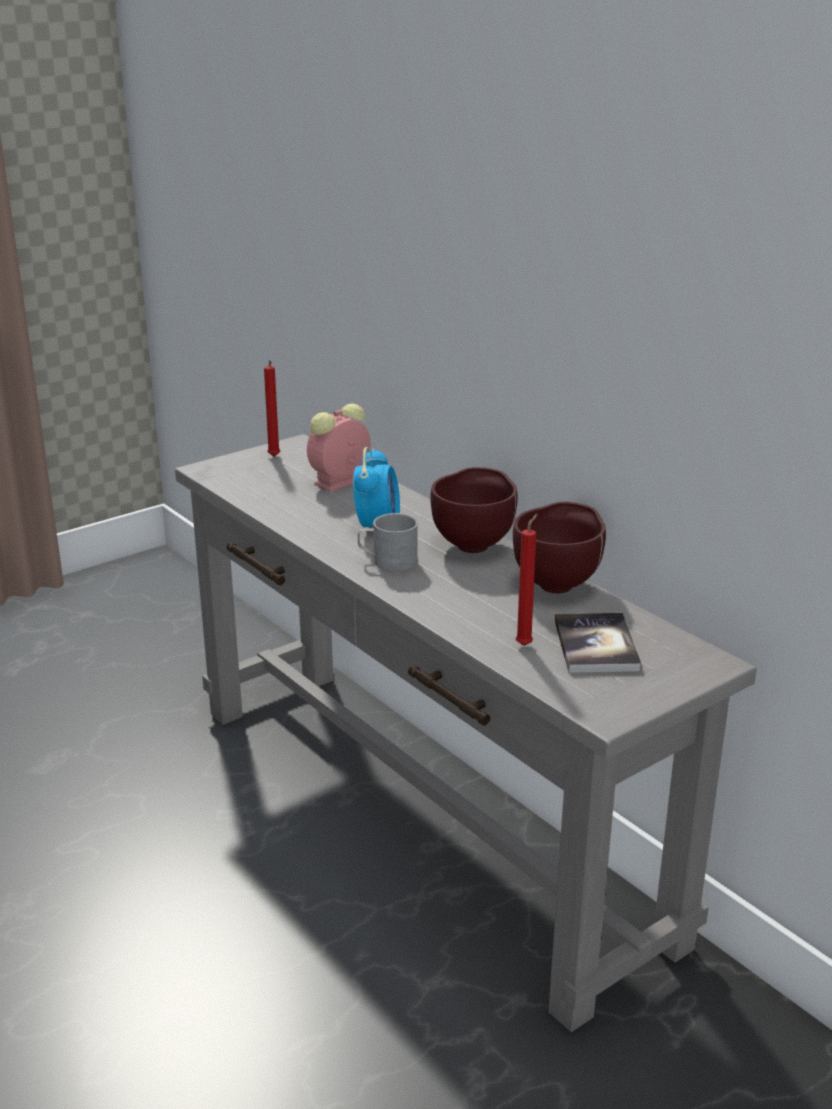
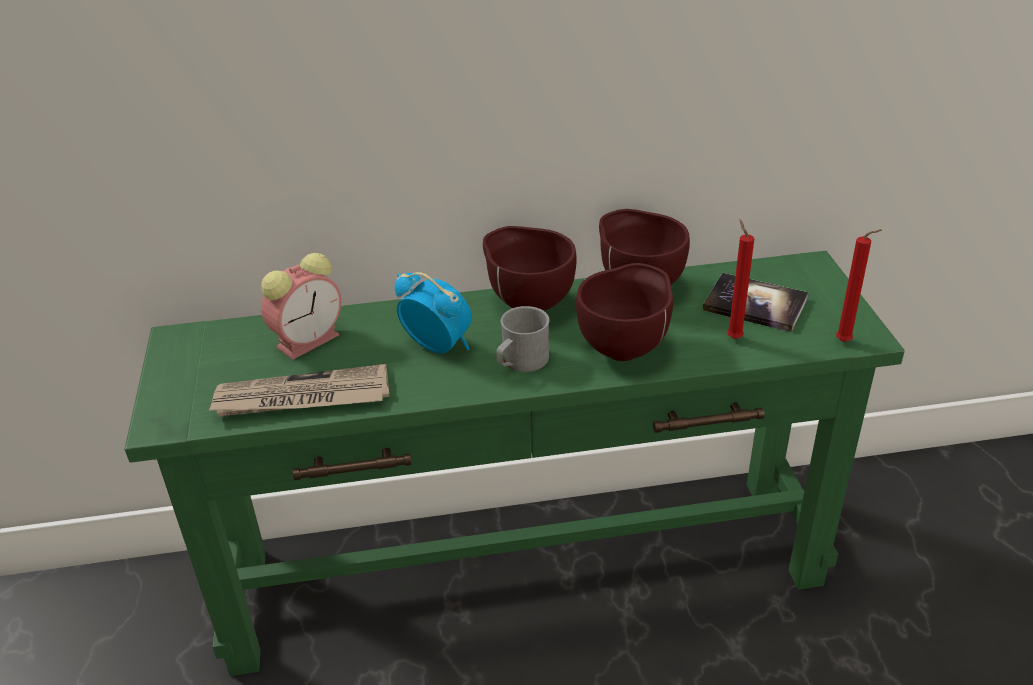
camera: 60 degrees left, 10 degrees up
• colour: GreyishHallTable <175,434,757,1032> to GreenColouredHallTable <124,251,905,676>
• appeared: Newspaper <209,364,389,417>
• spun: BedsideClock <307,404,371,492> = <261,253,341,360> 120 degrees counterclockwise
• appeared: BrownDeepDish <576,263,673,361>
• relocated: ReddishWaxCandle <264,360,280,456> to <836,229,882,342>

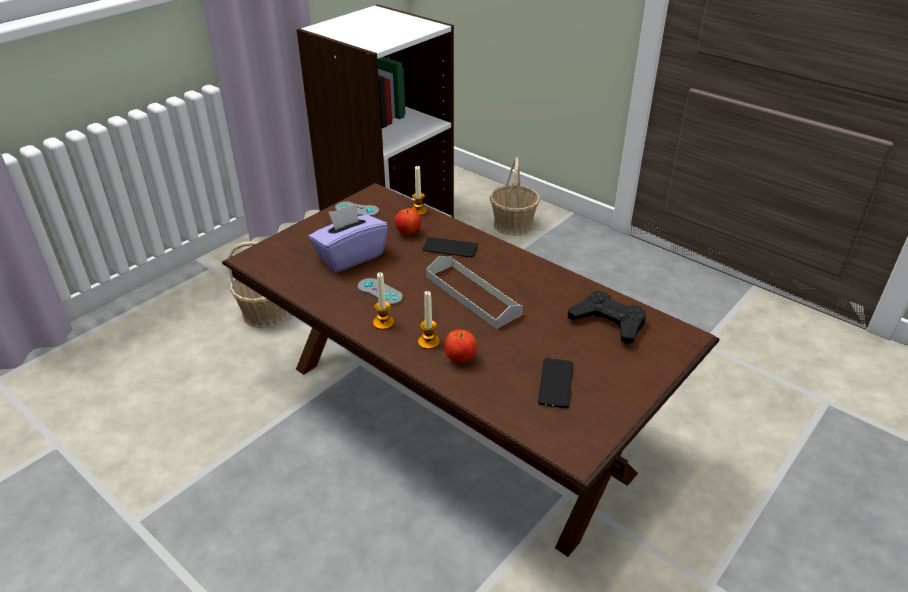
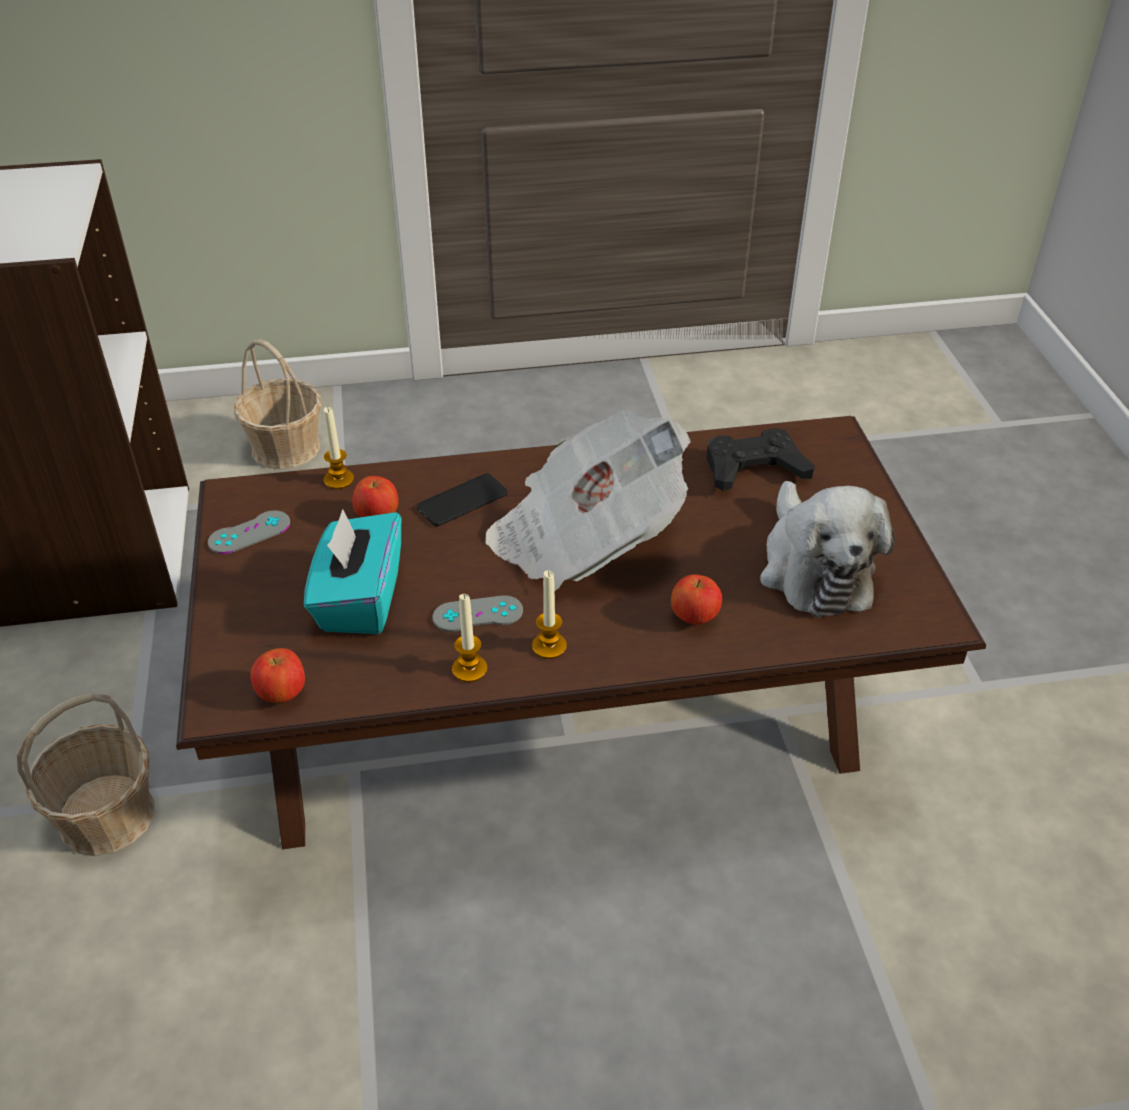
camera: 50 degrees left, 5 degrees up
• appeared: AppleFruit <251,648,305,703>
• colour: PurpleColouredBoxOfTissues <309,204,388,273> to BlueGreenBoxOfTissues <304,509,401,634>
• relocated: WaxCandle <418,291,440,349> to <452,594,487,682>
• exchanged: GreyishTray <426,256,523,329> to Newspaper <485,410,691,591>
• exchanged: Phone <538,358,573,408> to PlushToy <760,481,895,618>

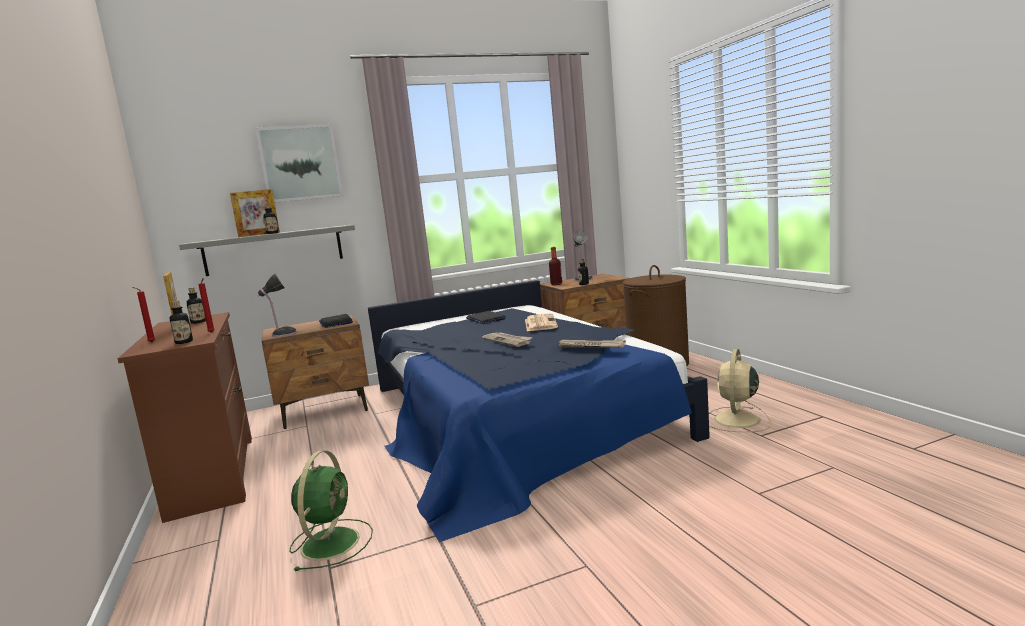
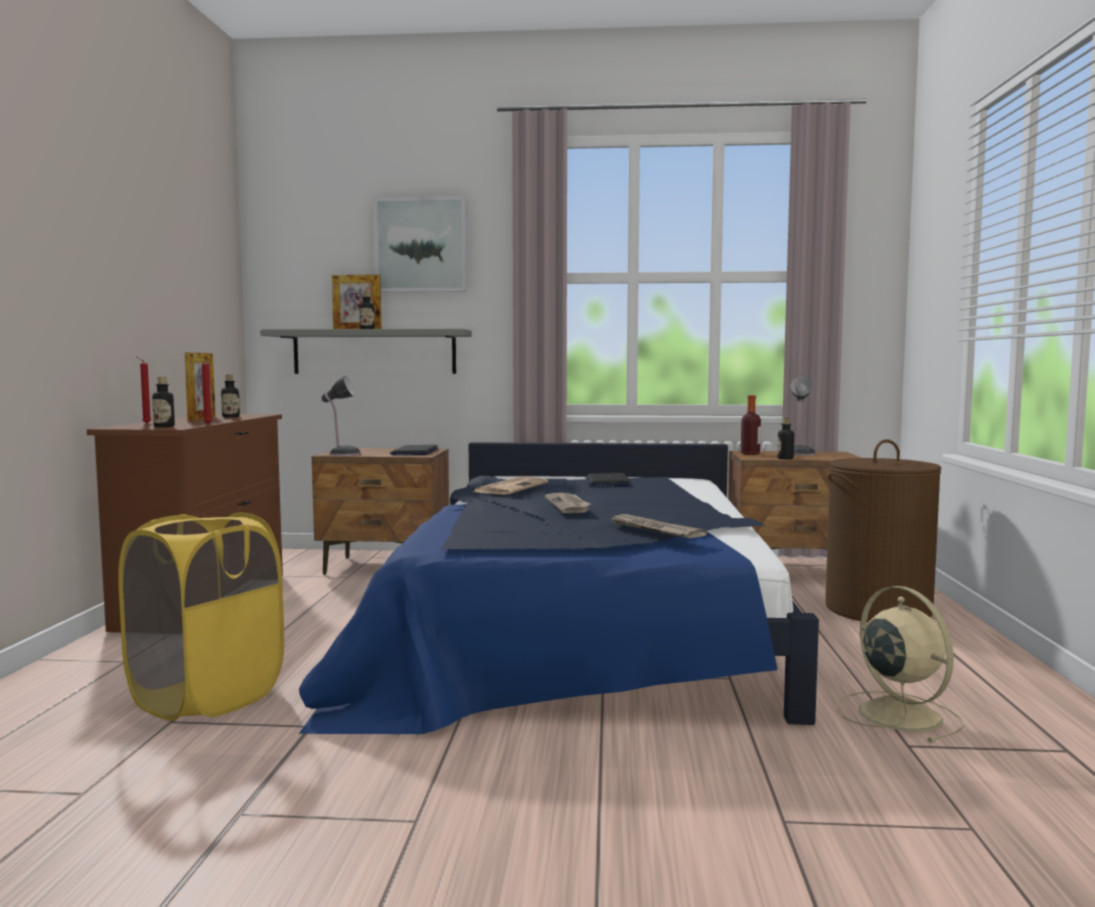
camera: 25 degrees right, 5 degrees down
• exchanged: GreenColouredFan <290,450,373,571> to YellowHamper <118,513,284,721>
• relocated: Newspaper <525,313,558,331> to <473,477,548,495>
• spun: BeigeColouredFan <709,349,771,432> = <835,586,964,743> 105 degrees clockwise

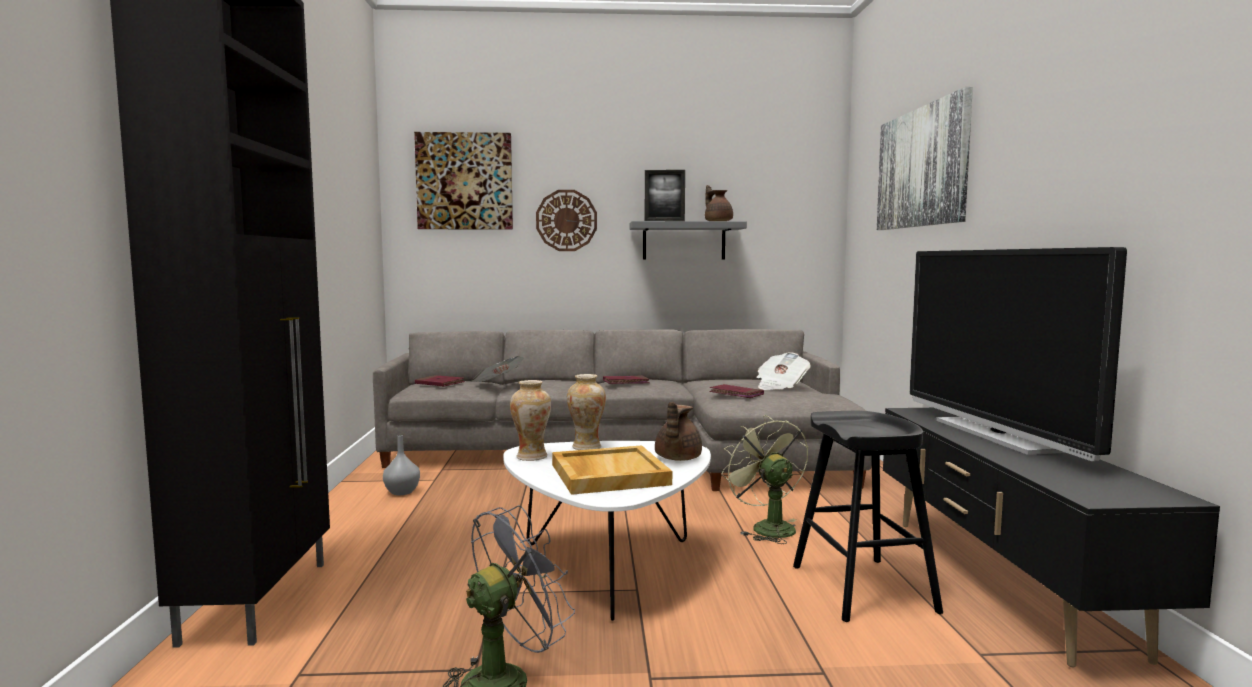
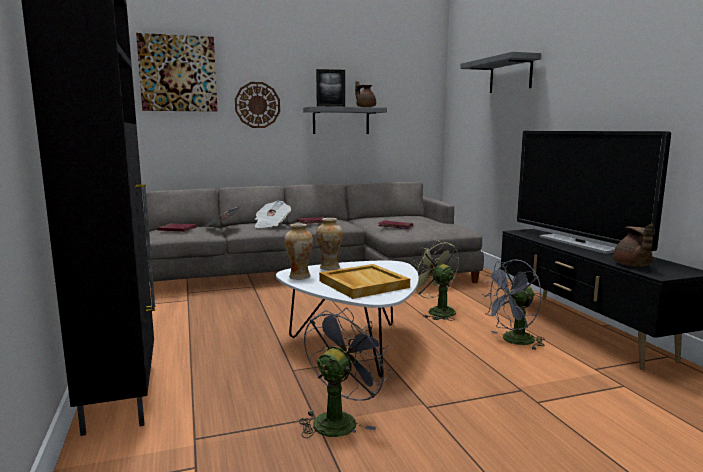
camera: 15 degrees left, 5 degrees up
• relocated: Newspaper <757,352,811,390> to <255,201,291,228>
• exchanged: Picture <877,87,973,230> to GreyishBracketShelf <460,52,541,93>
• exchanged: BlackSittingStool <793,411,943,622> to GreyishFan <481,259,545,350>
• relocated: BrownTeaPot <655,402,702,461> to <613,224,654,267>
• missing: GreyishDecorativeVase <383,435,420,495>

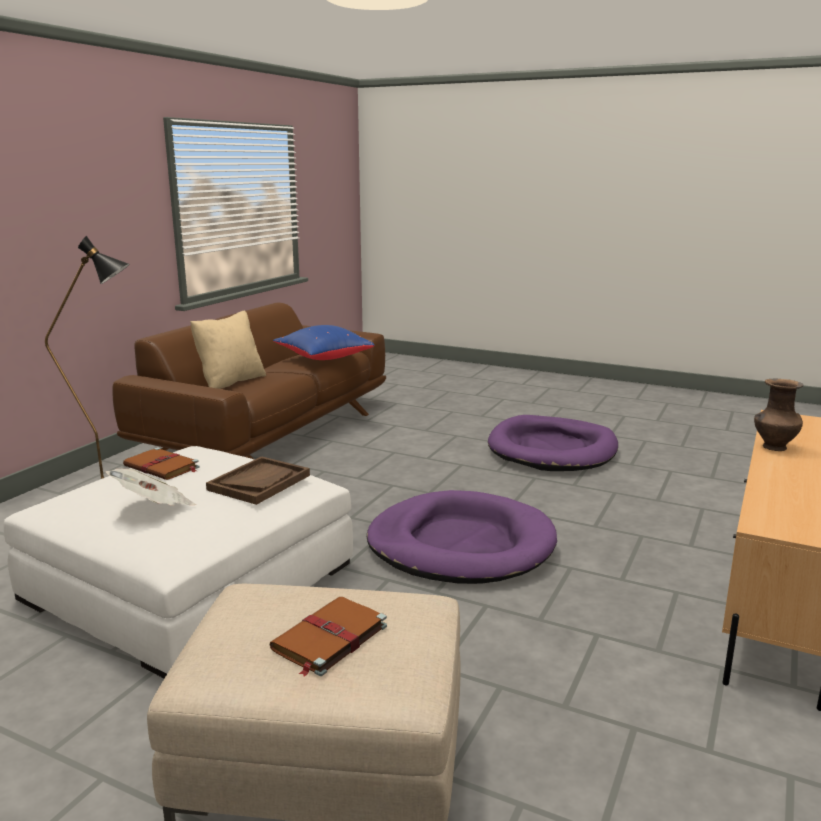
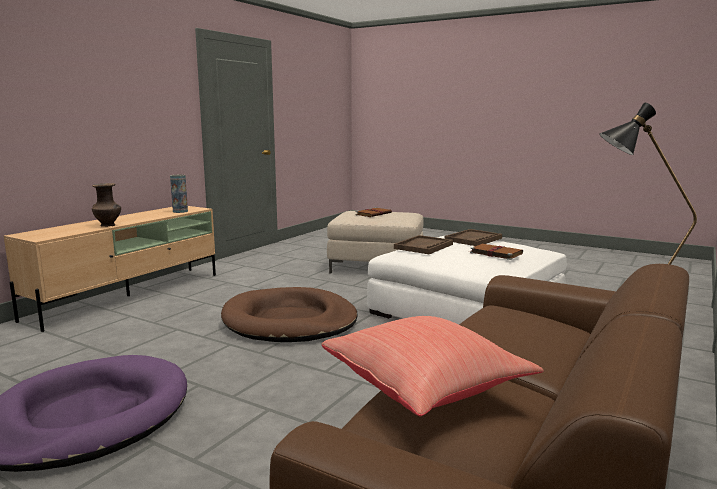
camera: 175 degrees left, 5 degrees down
• appeared: DecorativeVase <170,175,188,213>
• colour: PurpleColouredDogBed <367,490,557,584> to BrownDogBed <221,287,358,342>
• colour: BlueCushion <273,325,375,360> to ReddishCushion <322,316,544,417>
• exchanged: Newspaper <105,469,196,506> to BrownTray <444,229,502,246>
• missing: BeigeColouredCushion <190,311,266,389>

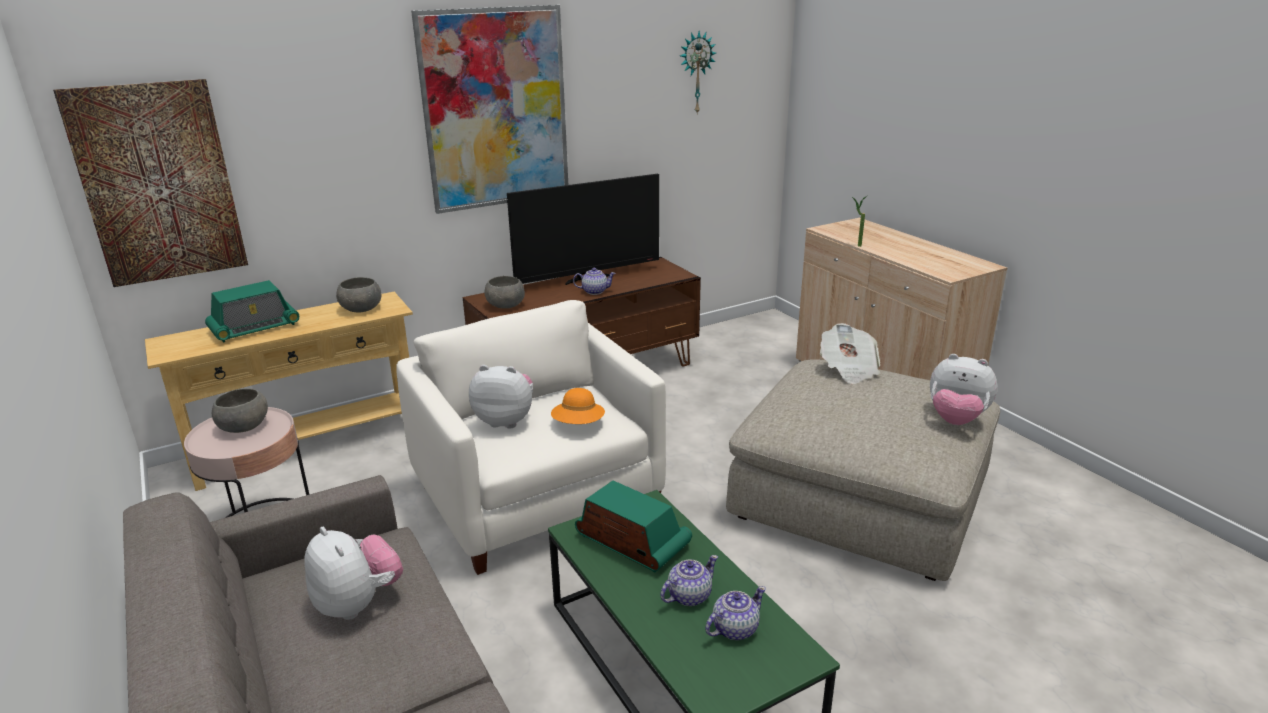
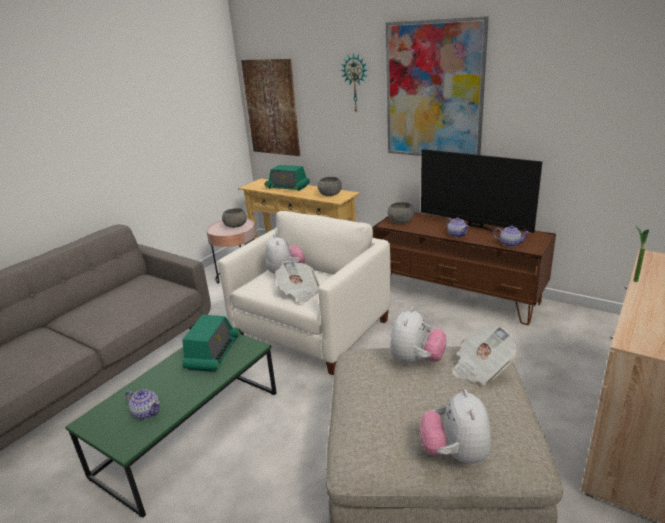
camera: 65 degrees right, 0 degrees up
• exchanged: OrangeWearableHat <551,388,605,424> to Newspaper <275,261,319,303>
• relocated: WallClock <680,31,716,113> to <341,53,367,111>
• relocated: PlushToy <304,527,403,620> to <390,307,447,366>
• relocated: TeaPot <660,555,718,606> to <494,226,530,247>

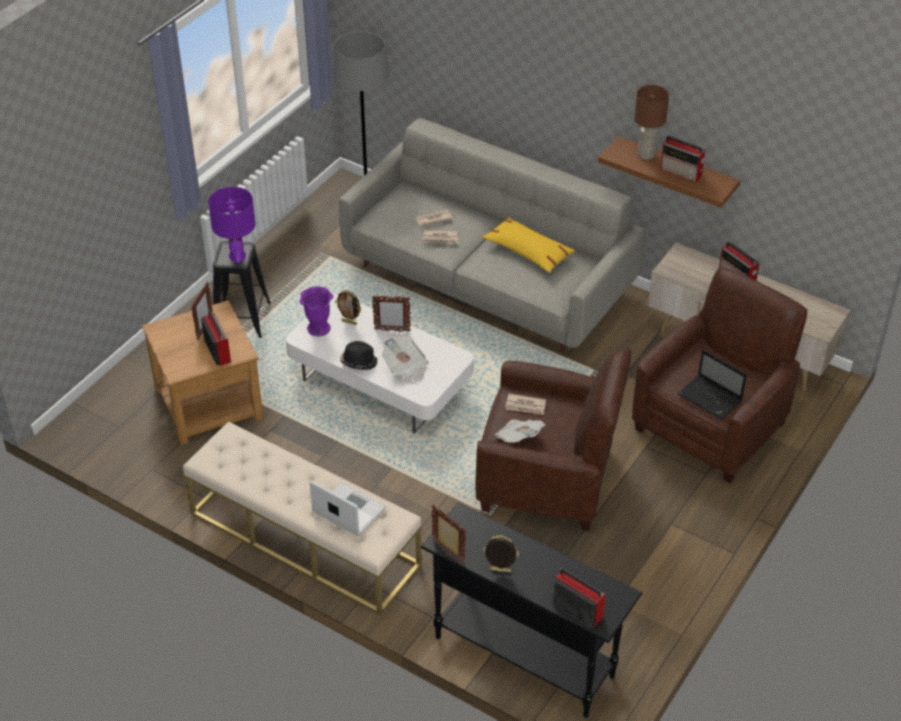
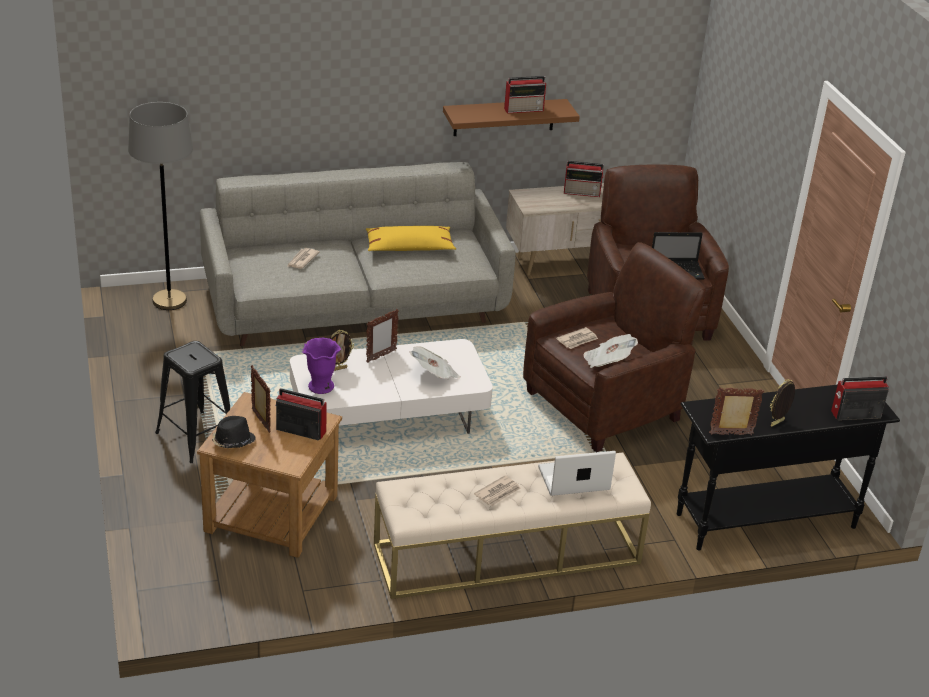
camera: 50 degrees left, 10 degrees down
• relocated: BlackWearableHat <340,341,378,370> to <212,416,256,448>
• relocated: Newspaper <423,230,458,244> to <474,476,521,506>
• missing: PurpleColouredLampForATable <208,187,256,263>
• missing: BrownLampForATable <634,85,669,159>

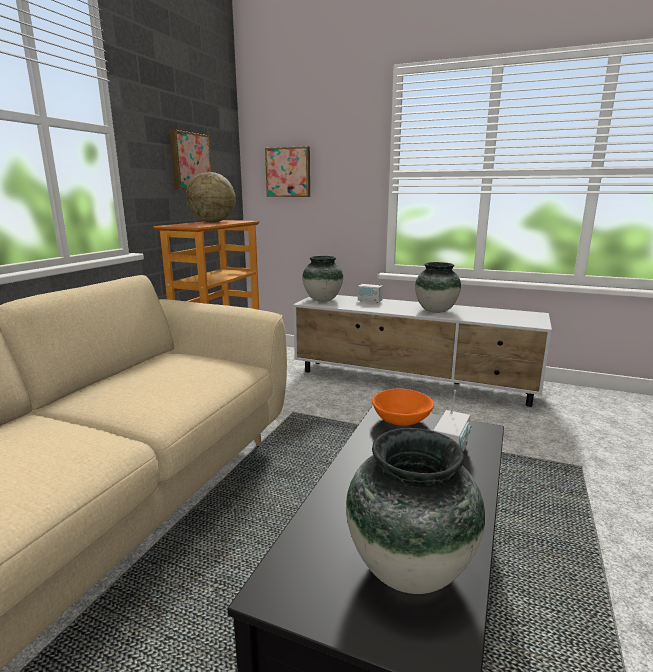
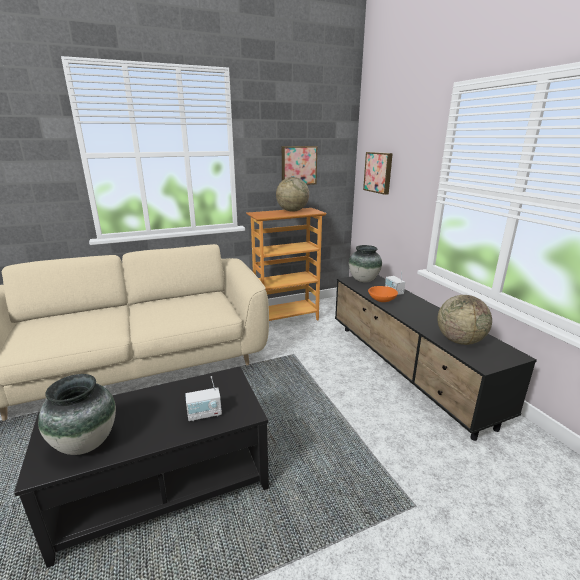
camera: 45 degrees right, 5 degrees up
• colour: WhiteColouredTvUnit <293,295,552,407> to BlackTvUnit <335,275,537,441>
• relocated: OrangeDeepDish <372,389,434,426> to <368,286,398,302>
• appeared: Globe <437,295,492,345>
• missing: DecorativeVase <415,262,461,313>

